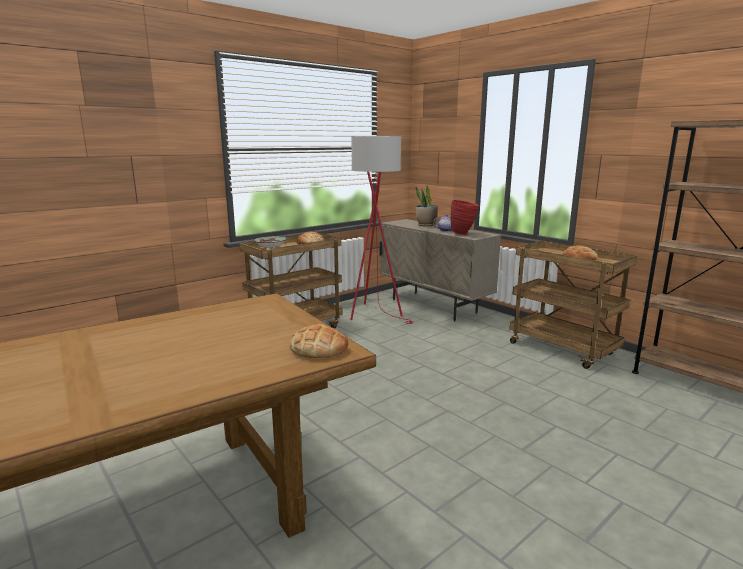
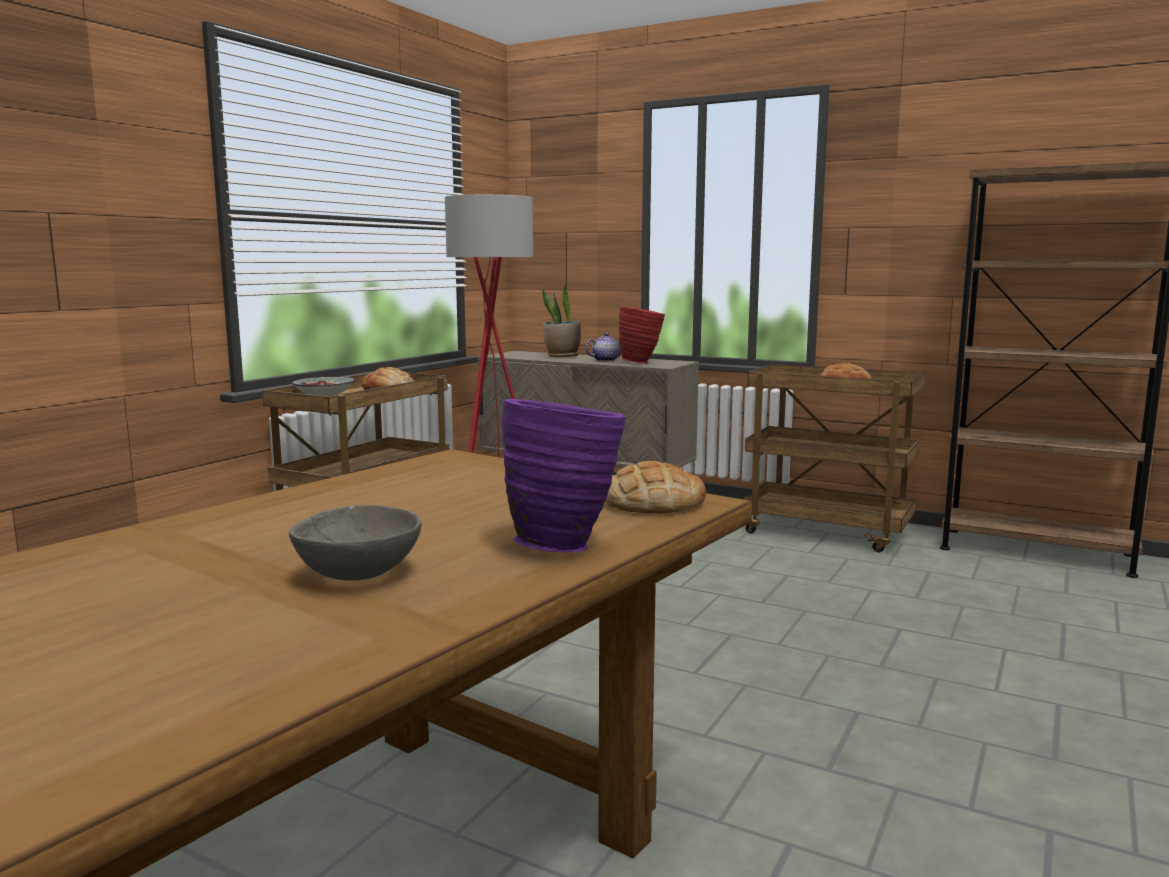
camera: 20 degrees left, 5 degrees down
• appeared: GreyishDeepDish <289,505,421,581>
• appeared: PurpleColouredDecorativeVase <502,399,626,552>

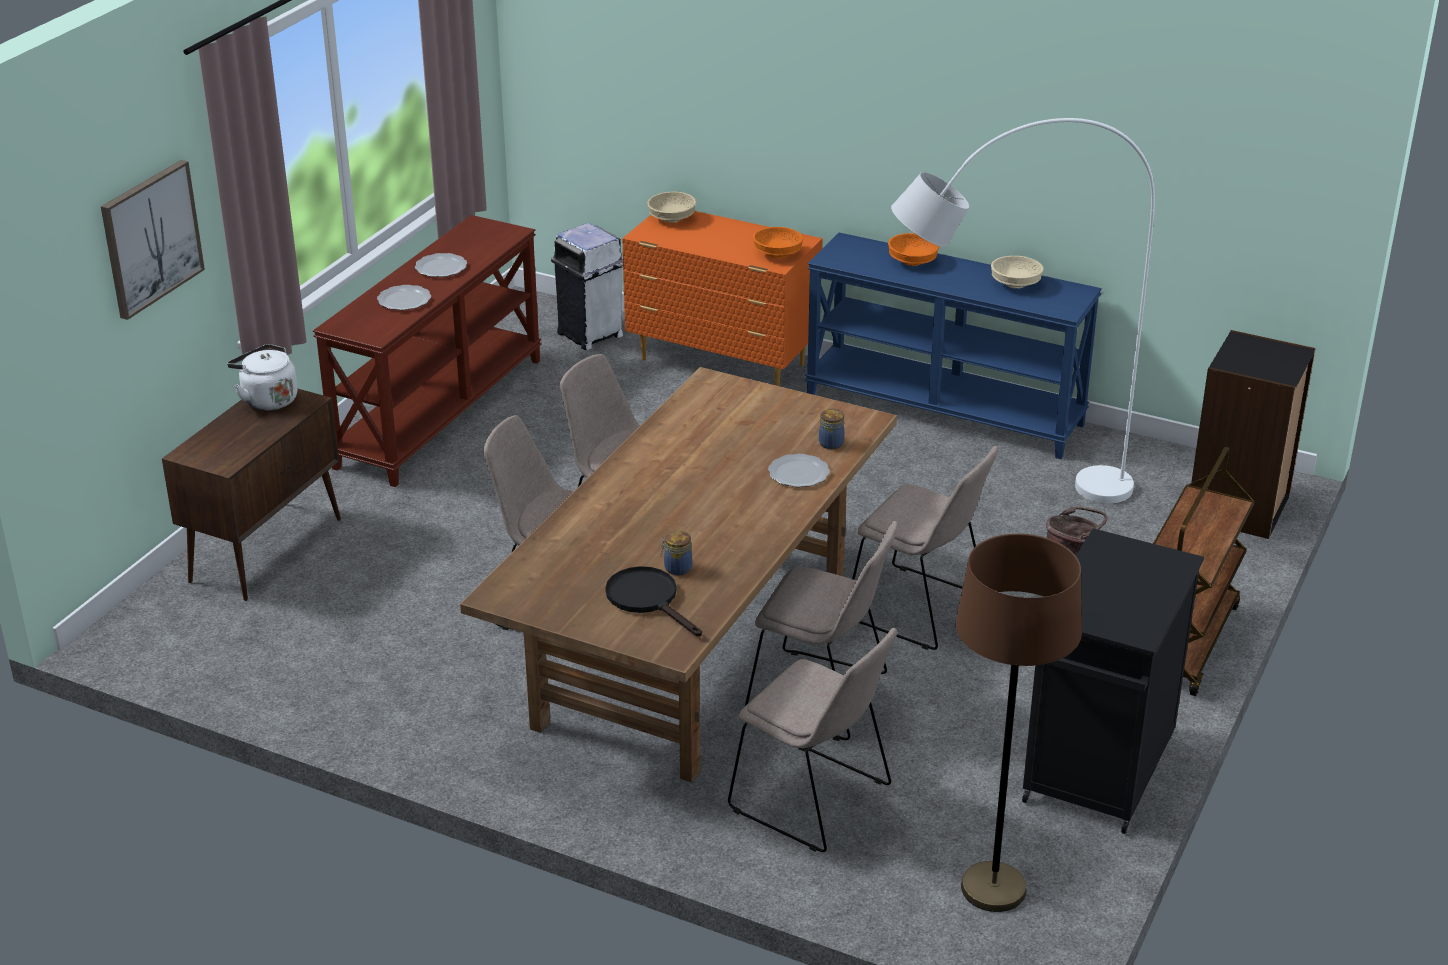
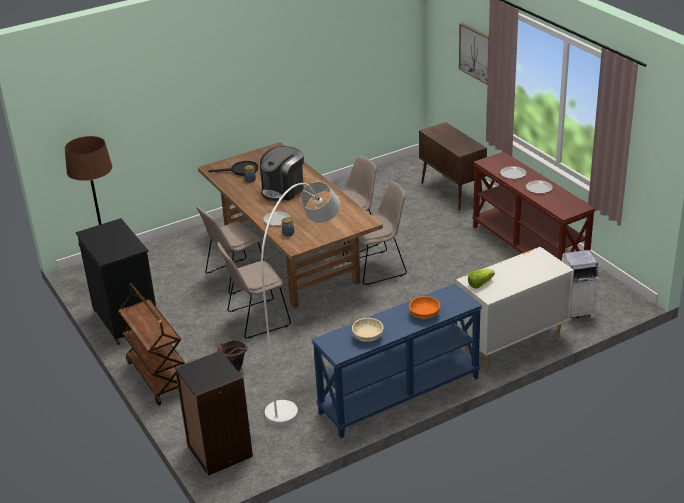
camera: 125 degrees right, 0 degrees up
• appeared: CoffeeMachine <260,146,304,202>
• colour: OrangeDresser <622,211,822,386> to WhiteColouredDresser <456,247,574,368>
• exchanged: OrangeDeepDish <753,227,803,258> to HeadOfLettuce <468,269,495,289>
• missing: WhiteColouredWaterKettle <227,344,298,411>
• missing: BeigeColouredDeepDish <647,192,696,223>
• missing: BeigeColouredChair <728,628,897,852>

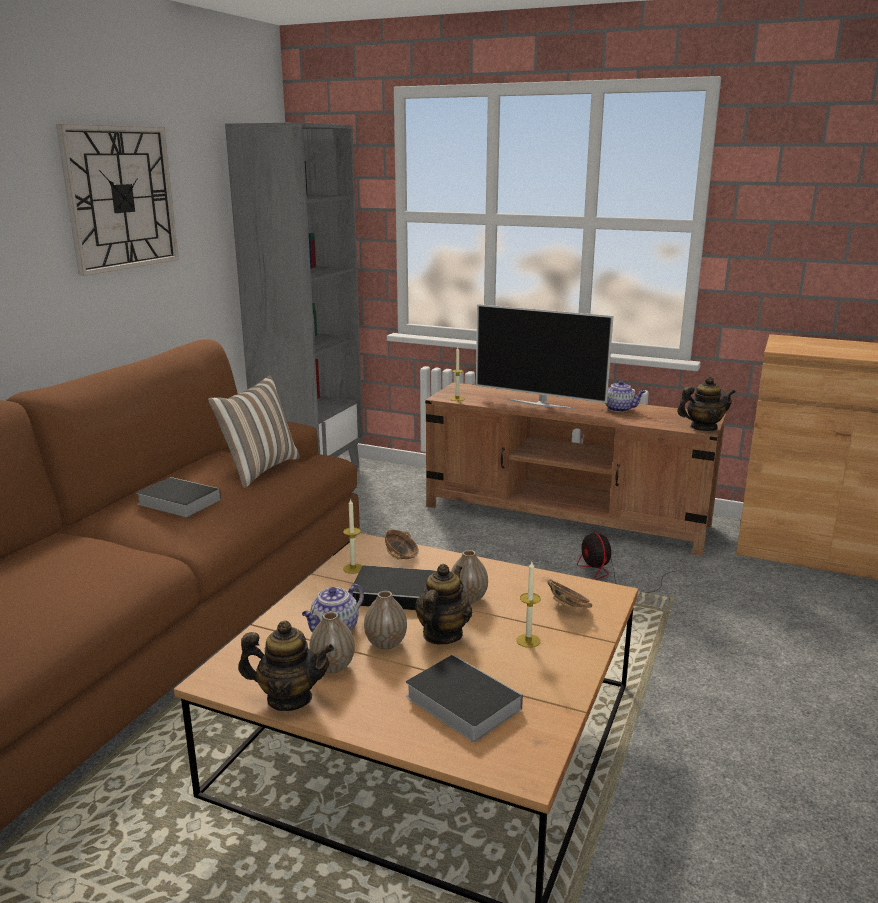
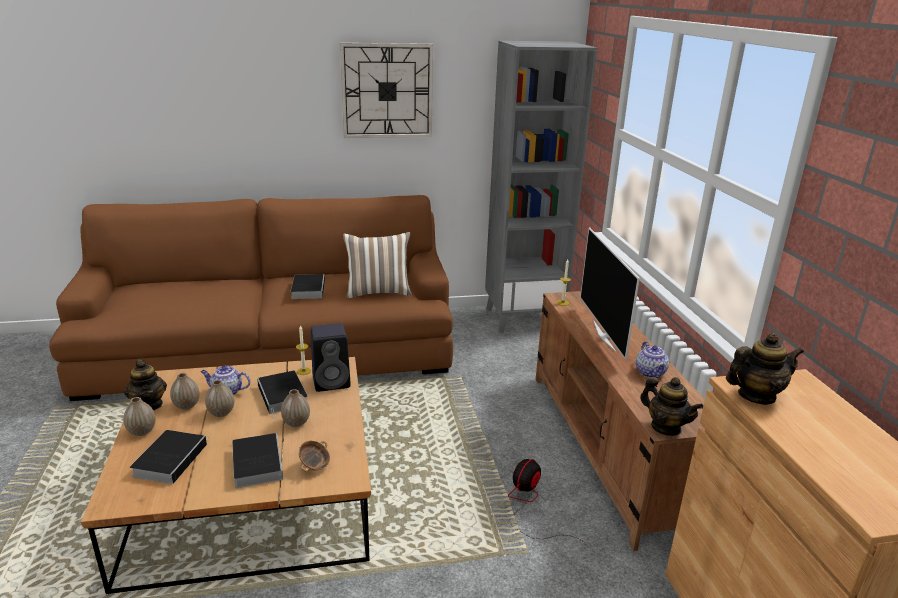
camera: 55 degrees right, 5 degrees up
• appeared: DecorativeVase <123,397,156,436>
• exchanged: WaxCandle <517,562,541,648> to BoundBook <232,433,283,488>
• exchanged: DeepDish <385,530,419,560> to BlackAudioSpeaker <311,323,351,392>
• relocated: TeaPot <415,564,472,644> to <726,333,804,405>

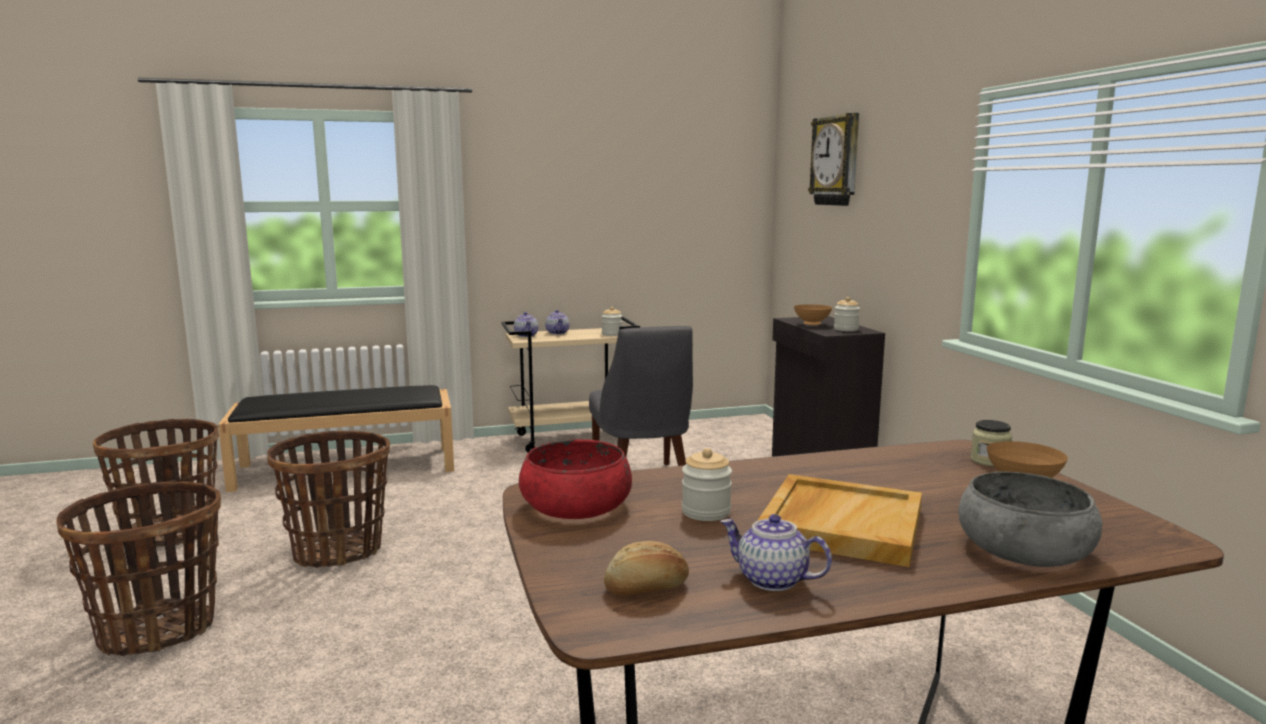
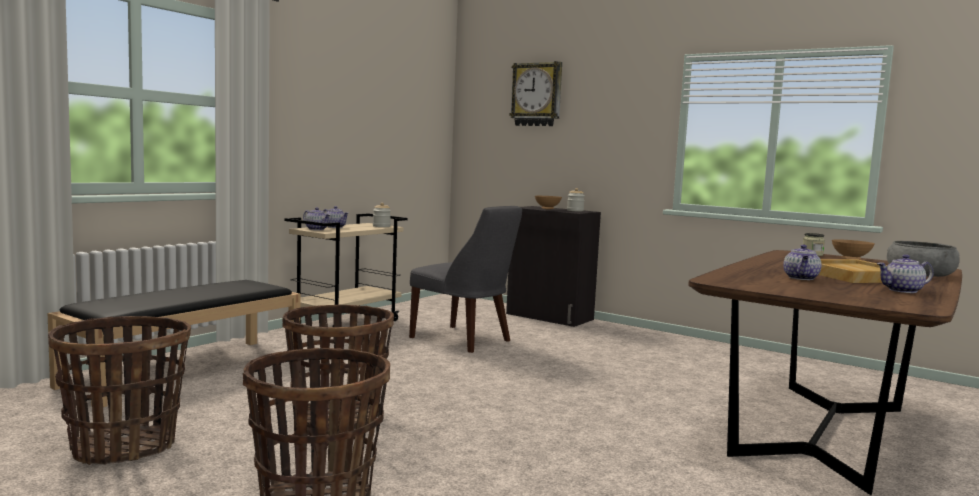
camera: 40 degrees left, 5 degrees down
• exchanged: StorageJar <682,448,732,521> to TeaPot <783,245,821,280>
• missing: ReddishDeepDish <519,439,632,519>
• missing: Bread <604,541,689,595>

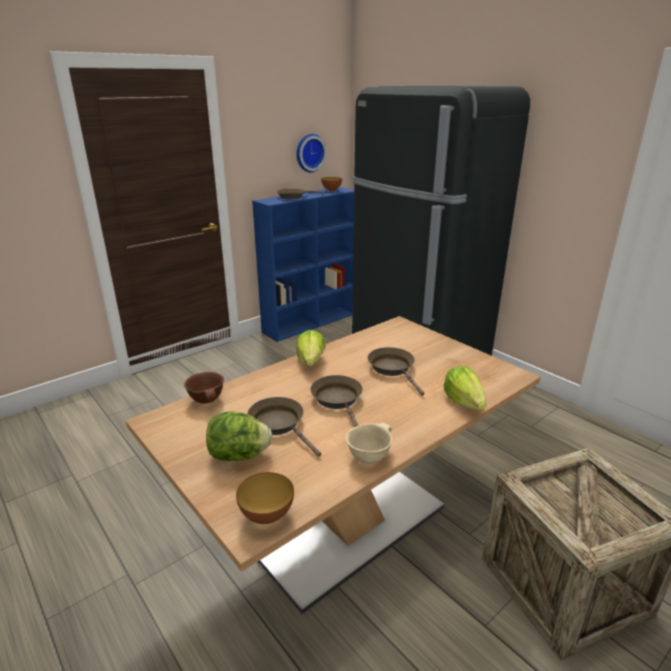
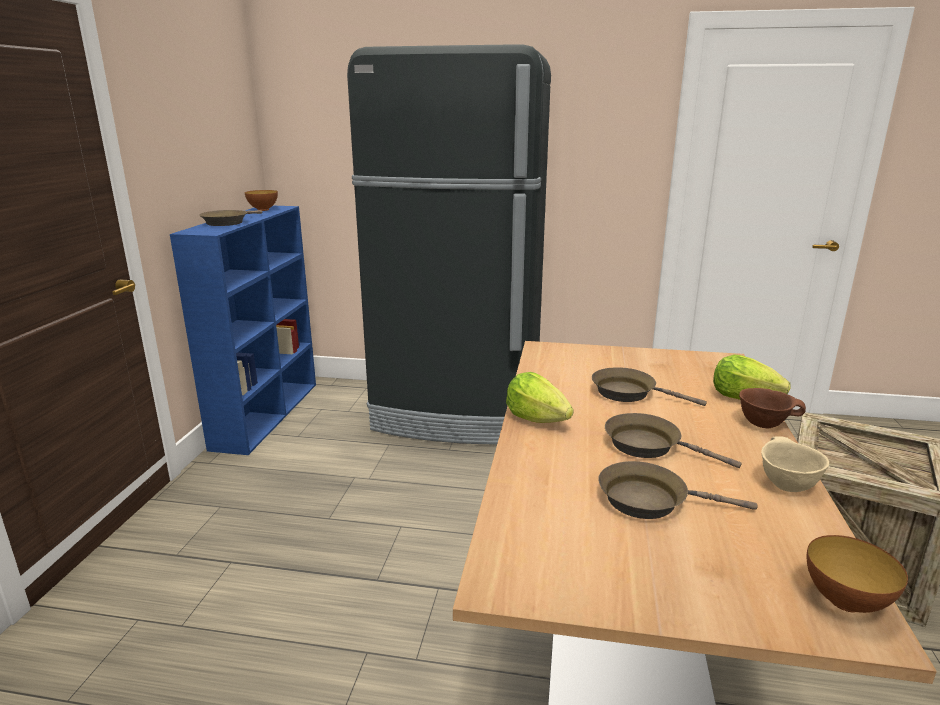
camera: 40 degrees left, 5 degrees down
• relocated: BrownDeepDish <184,372,224,404> to <739,388,806,428>
• missing: HeadOfLettuce <206,411,272,461>
• missing: WallClock <296,134,327,173>

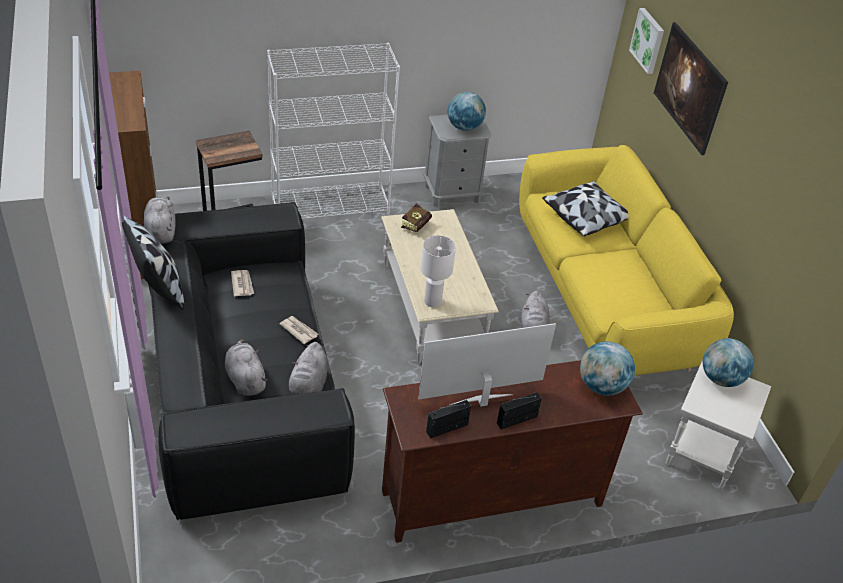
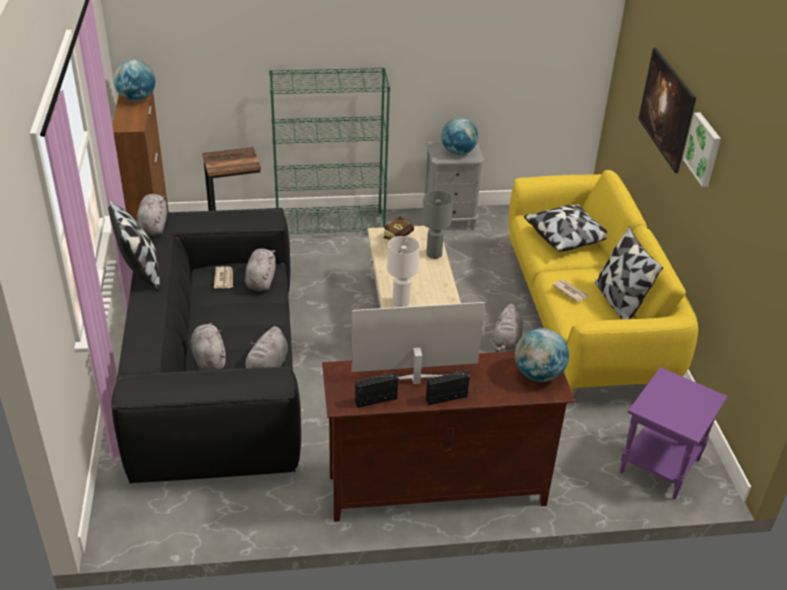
camera: 10 degrees right, 5 degrees down
• relocated: Globe <703,338,754,387> to <113,60,155,101>
• appeared: GreyishPlushToy <245,248,276,291>
• colour: WhiteColouredBookcase <267,43,400,219> to GreenColouredBookcase <269,68,390,234>
• appeared: GreyishLampForATable <422,190,453,259>
• relocated: Newspaper <279,316,318,344> to <552,279,589,302>
• appeared: Cushion <595,226,663,319>
• colour: WhiteColouredSideTable <666,360,771,489> to PurpleColouredSideTable <620,367,727,500>
• relocated: Picture <629,8,664,74> to <683,113,721,187>

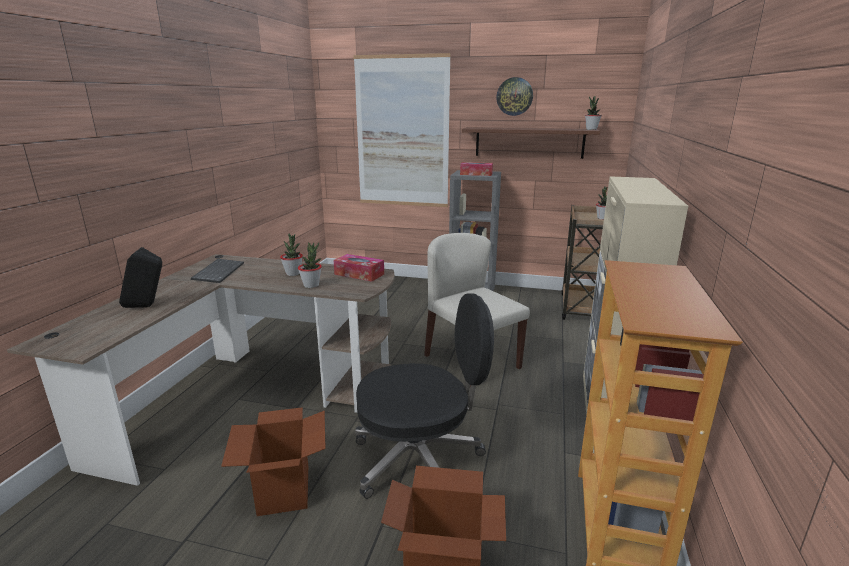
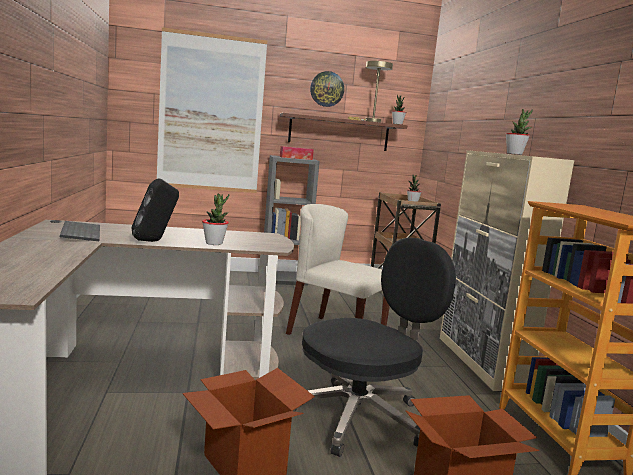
camera: 25 degrees left, 10 degrees down
• relocated: BlackAudioSpeaker <119,247,162,308> to <132,178,179,242>
• appeared: BeigeColouredLampForATable <348,61,393,123>
• relocated: Houseplant <280,233,303,276> to <506,109,533,155>
• missing: BoxOfTissues <333,254,384,282>

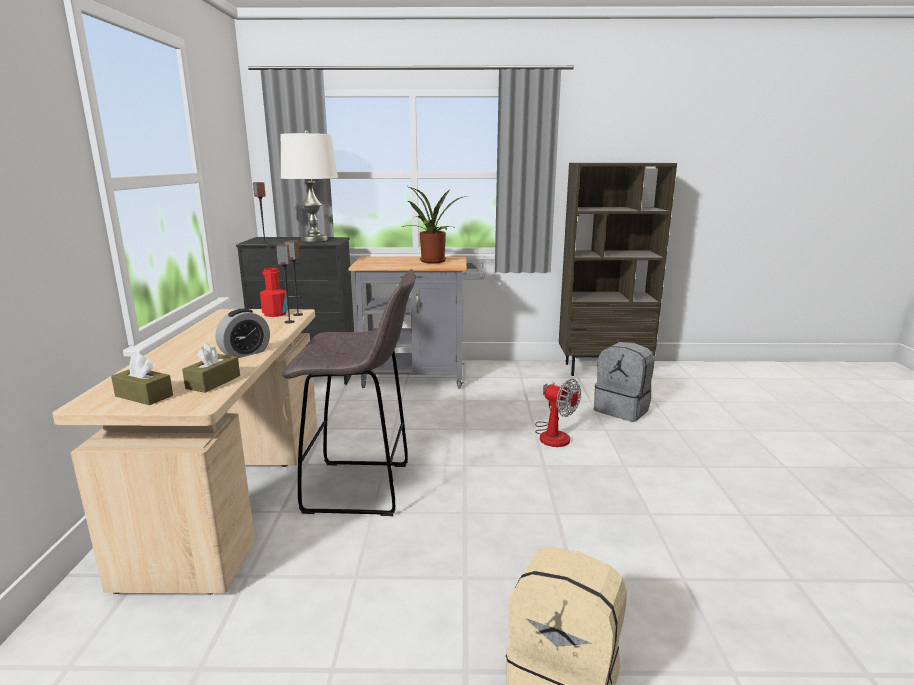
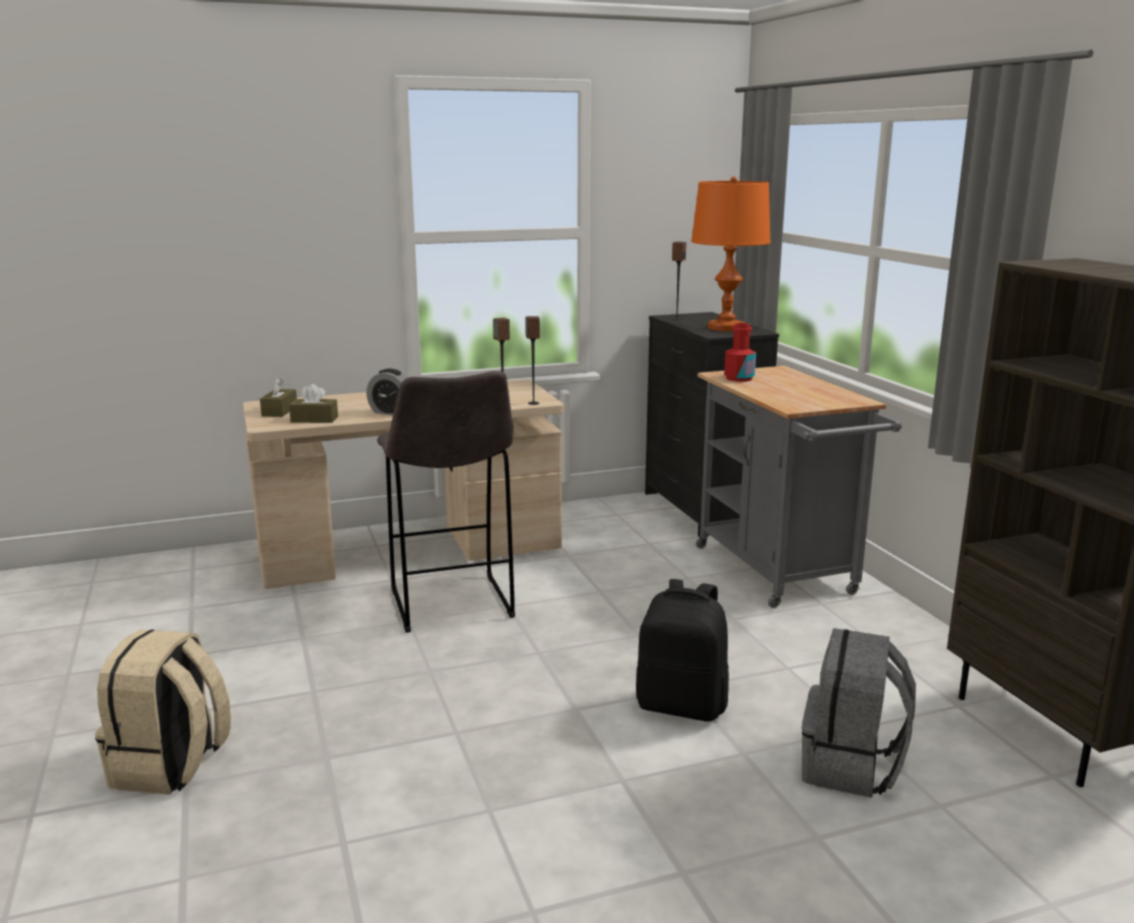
camera: 70 degrees right, 0 degrees up
• exchanged: Fan <535,379,581,447> to BlackRucksack <636,579,729,721>
• colour: WhiteColouredLampForATable <281,130,338,242> to OrangeLampForATable <691,176,771,331>
• relocated: ReddishBeverageBottle <260,268,288,317> to <724,323,756,382>
• missing: Houseplant <402,186,467,263>

